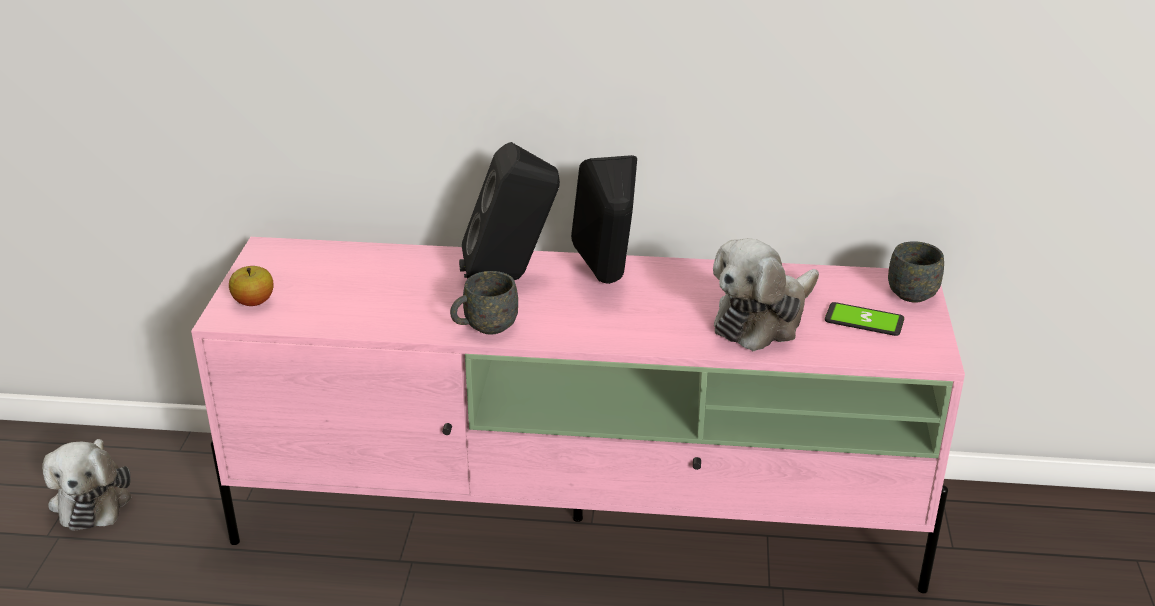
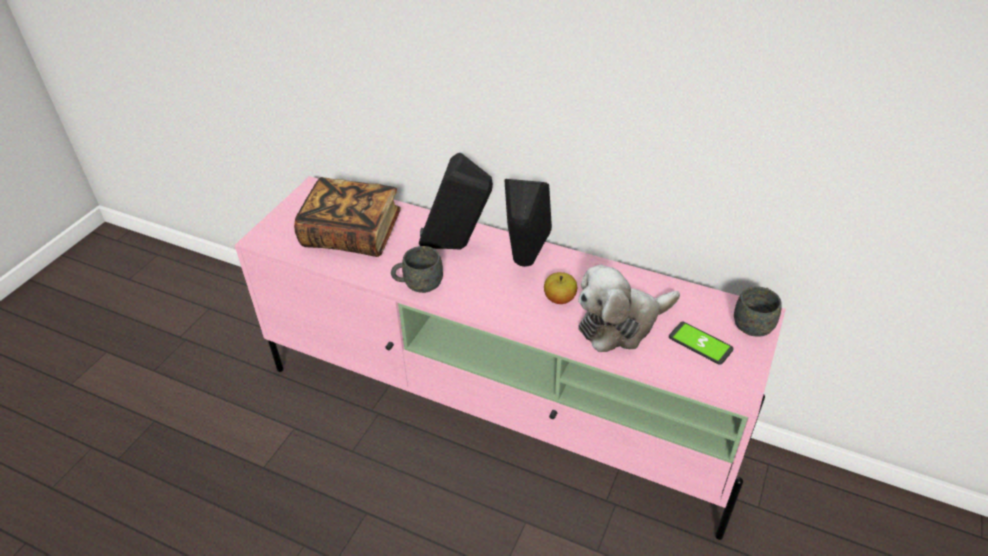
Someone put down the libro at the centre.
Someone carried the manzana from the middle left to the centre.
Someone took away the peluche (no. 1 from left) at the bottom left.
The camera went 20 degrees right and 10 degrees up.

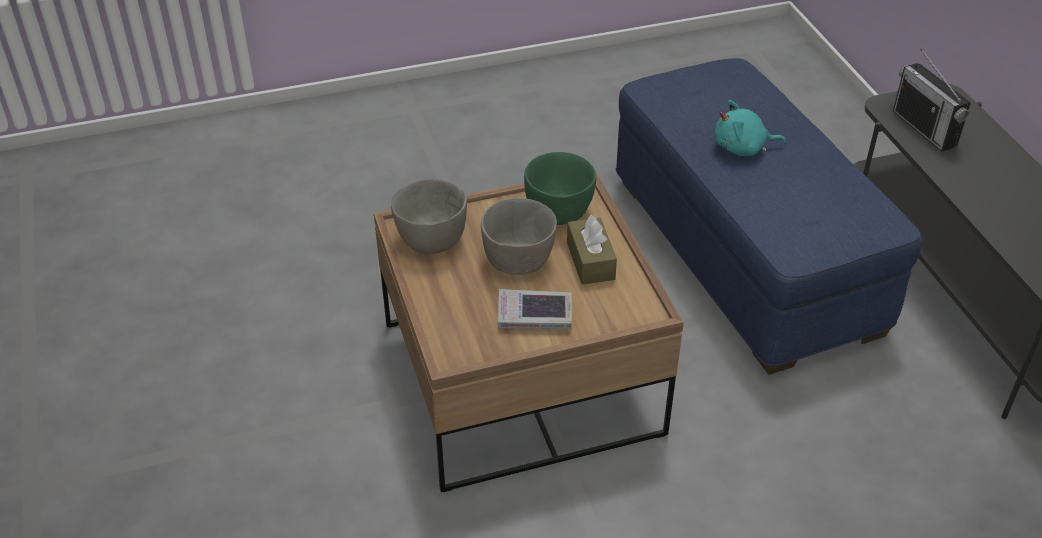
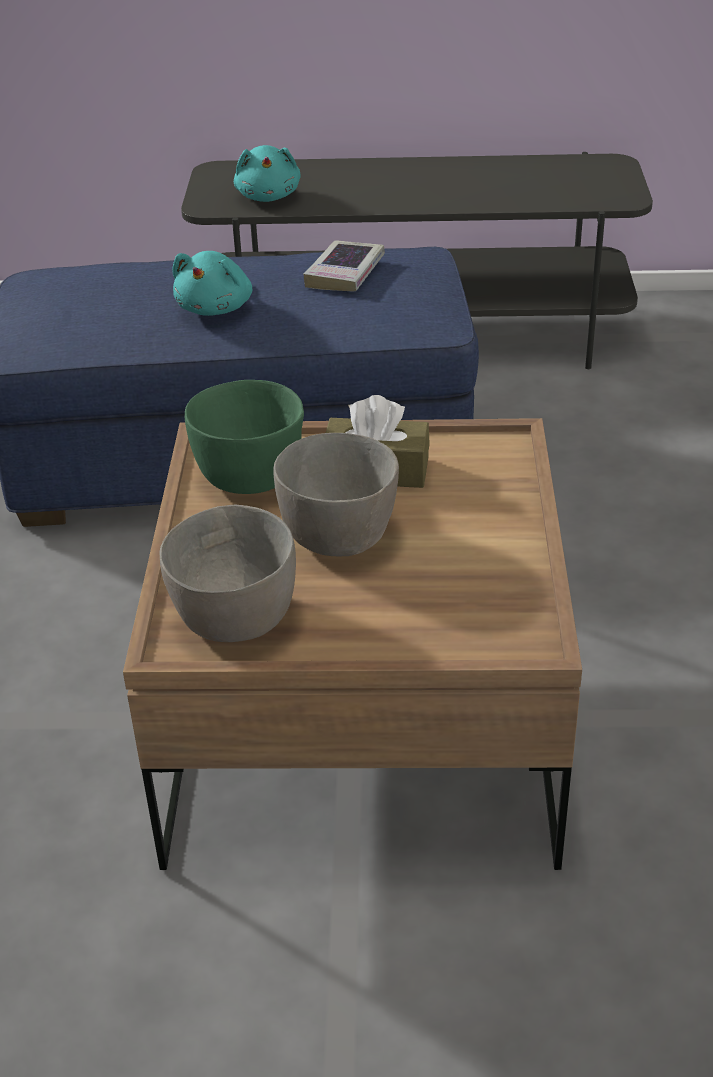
Someone swapped the radio at the top right for the peluche/turquesa (no. 2 from left) at the top centre.
Someone carried the libro from the centre to the top centre.
The camera went 70 degrees left and 5 degrees down.

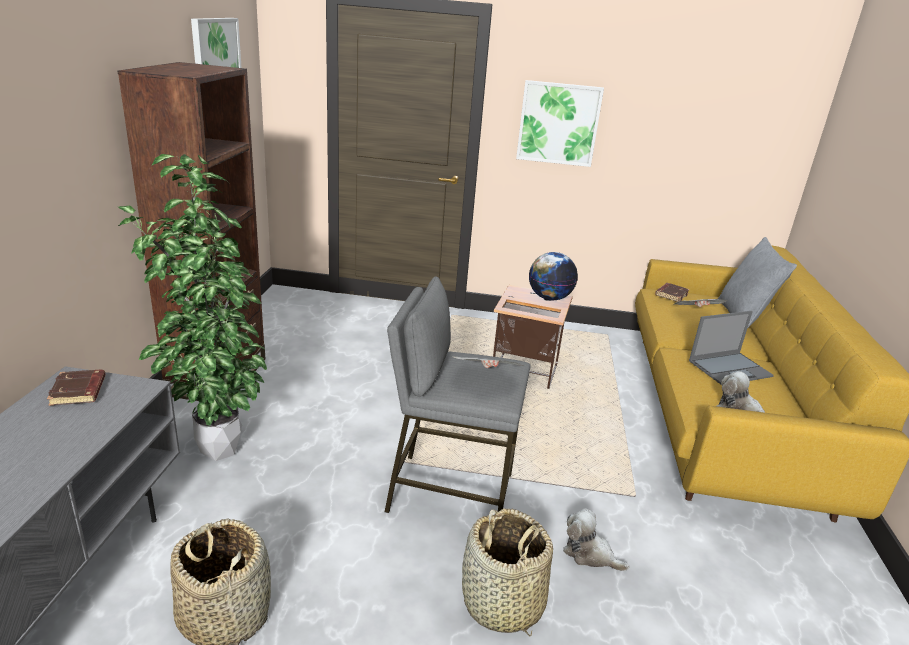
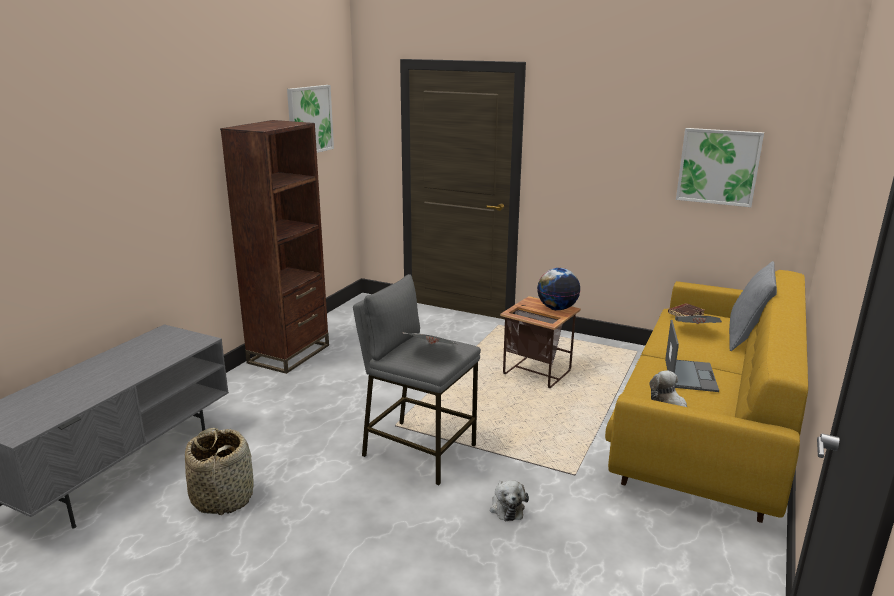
Someone rotated the peluche (no. 1 from left) at the bottom centre by 150 degrees counterclockwise.
Someone rotated the portátil at the middle right by 75 degrees counterclockwise.
Someone carried the cuadro (no. 2 from left) from the top centre to the top right.
Someone took away the libro/marrón (no. 1 from left) at the middle left.
Someone took away the planta en maceta at the middle left.
Someone took away the cesta (no. 2 from left) at the bottom centre.
The camera went 20 degrees right and 5 degrees down.

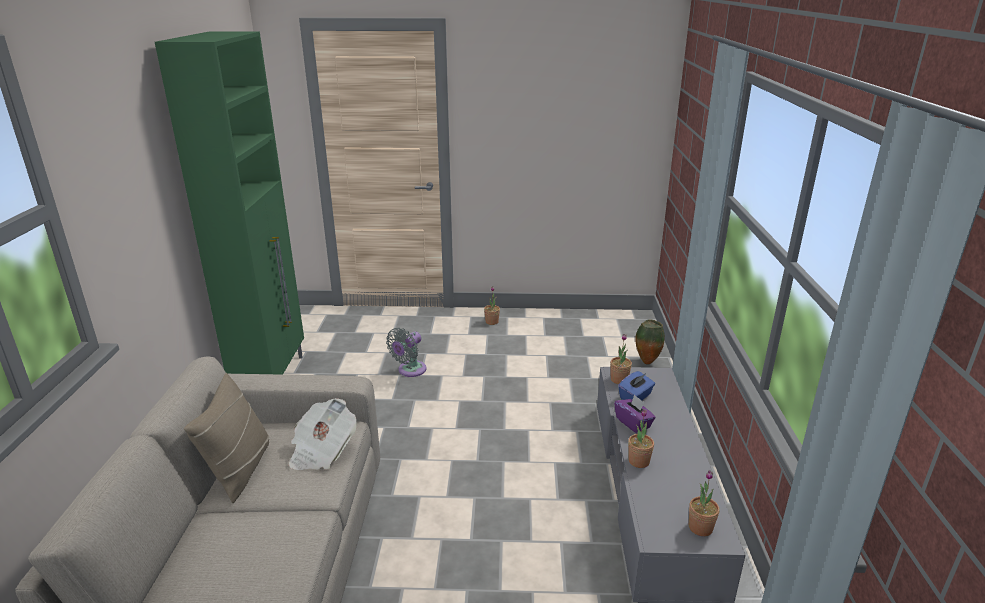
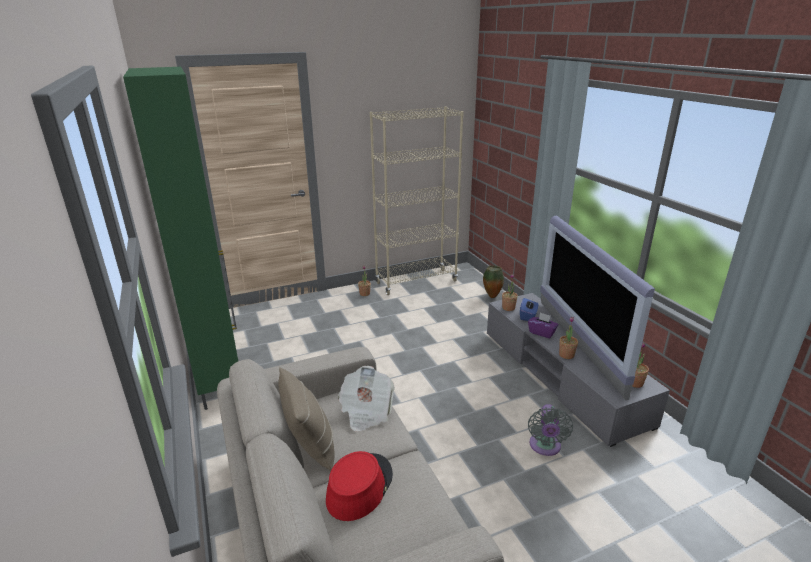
Someone put down the sombrero/rojo at the bottom centre.
Someone put down the estantería/beis at the centre.
Someone carried the ventilador/gris from the centre to the bottom right.
Someone put down the televisor at the middle right.
The camera went 25 degrees left and 0 degrees up.

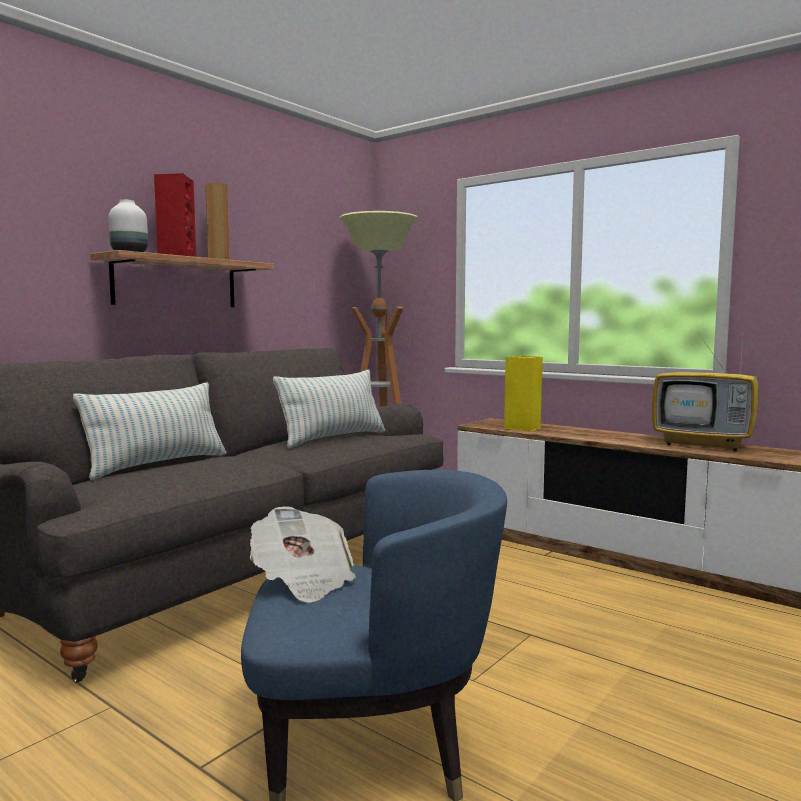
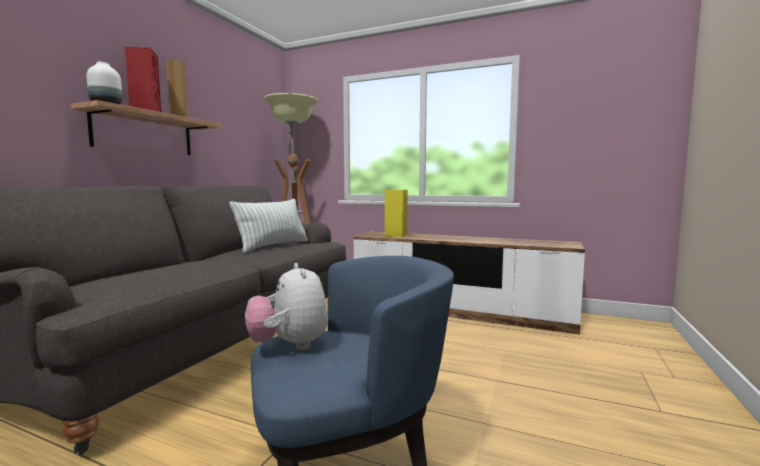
Someone swapped the periódico at the bottom centre for the peluche at the centre.
Someone took away the cojín (no. 1 from left) at the middle left.
Someone took away the televisor at the middle right.
The camera went 15 degrees left and 0 degrees up.

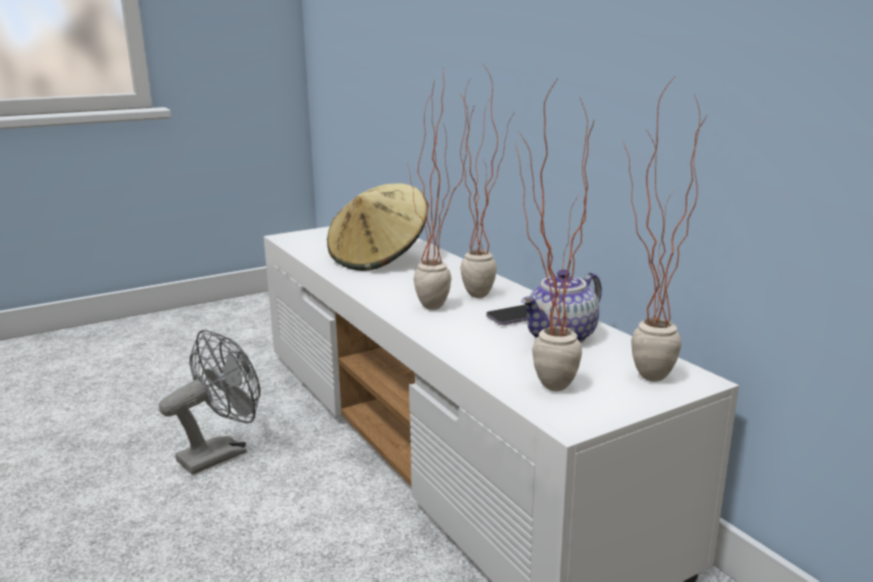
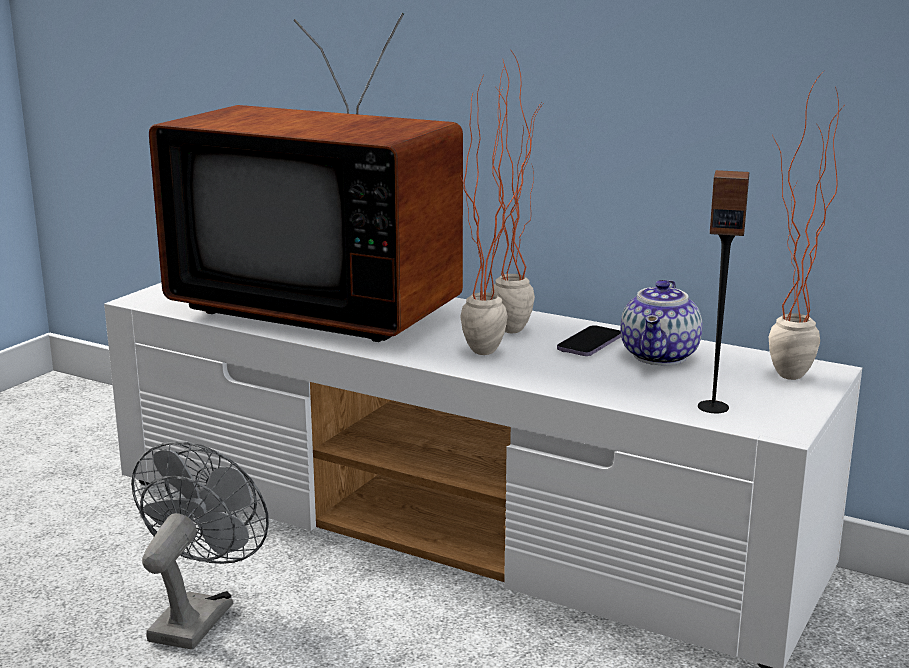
Someone swapped the sombrero/beis at the centre for the televisor at the top centre.
Someone swapped the planta en maceta (no. 3 from left) at the centre for the altavoz at the middle right.
The camera went 30 degrees left and 0 degrees up.

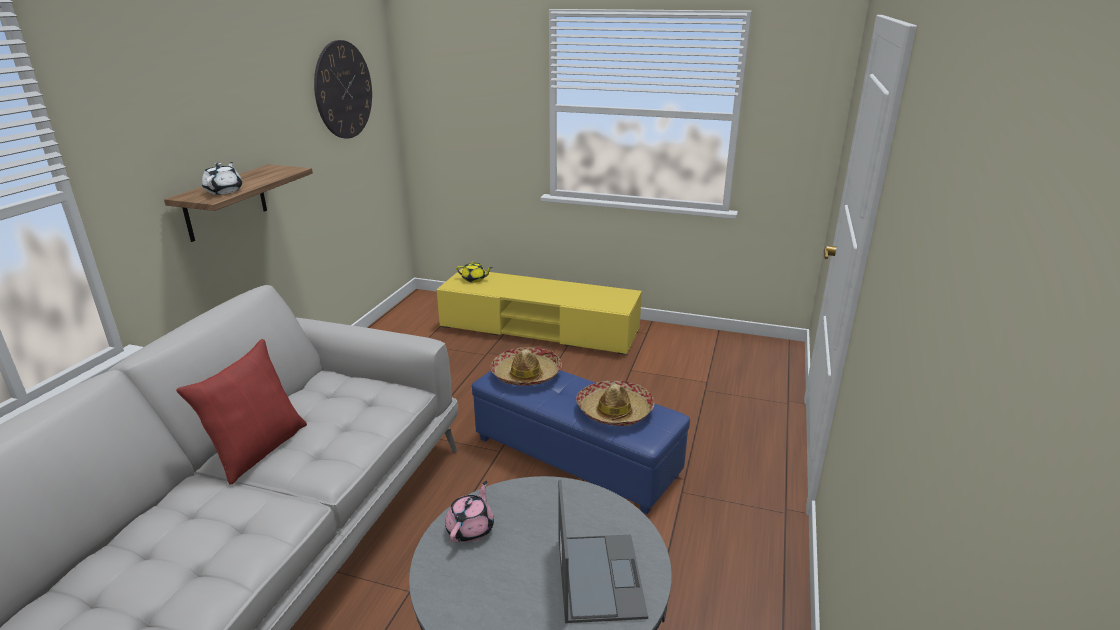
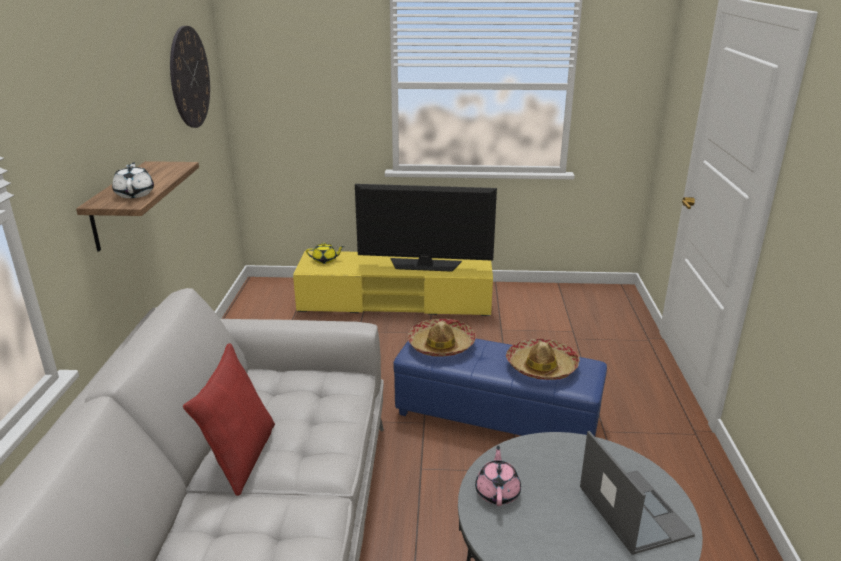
Someone put down the televisor at the centre.
The camera went 15 degrees left and 0 degrees up.

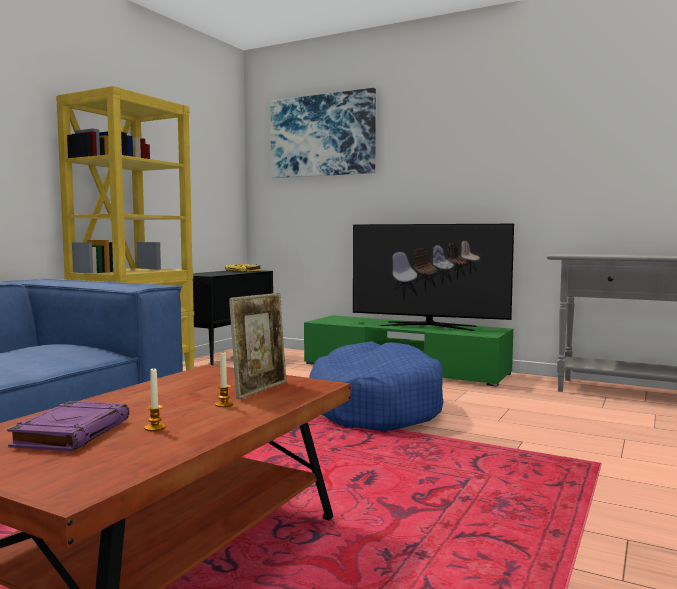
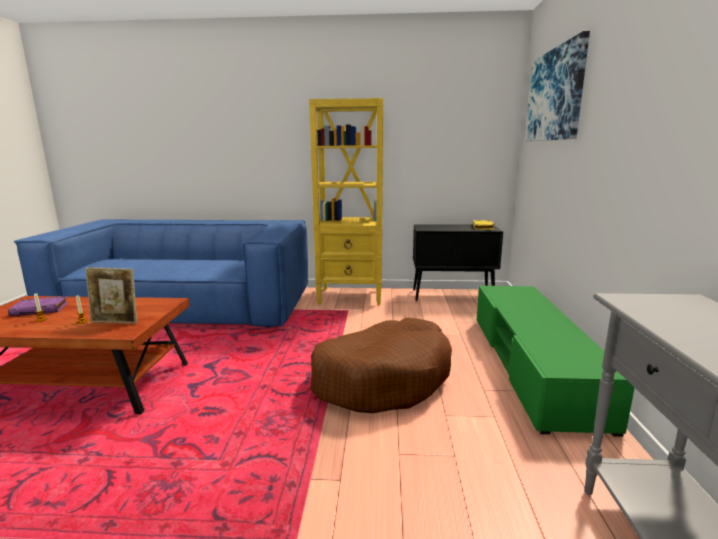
Someone repainted the cama para perro/azul at the centre, which became the cama para perro/marrón at the bottom centre.
Someone took away the televisor at the centre.
The camera went 65 degrees right and 10 degrees up.

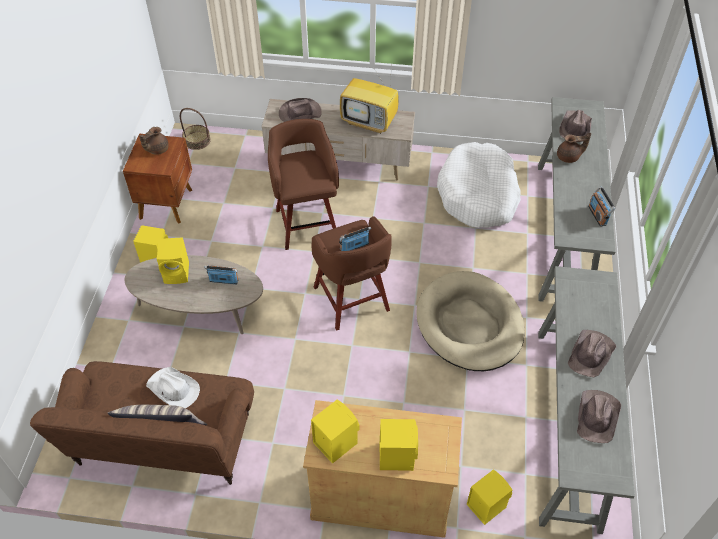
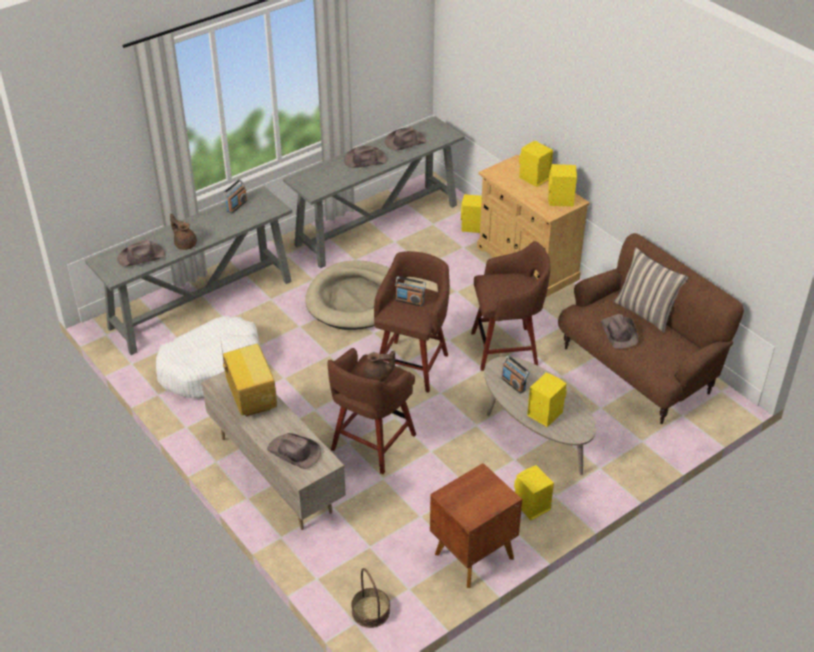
Someone carried the tetera/marrón (no. 1 from left in the first image) from the top left to the centre.
Someone put down the taburete/marrón (no. 3 from left) at the centre.
Someone repainted the sombrero/blanco at the bottom left, which became the sombrero/marrón (no. 5 from left) at the middle right.
The camera went 135 degrees left and 10 degrees down.

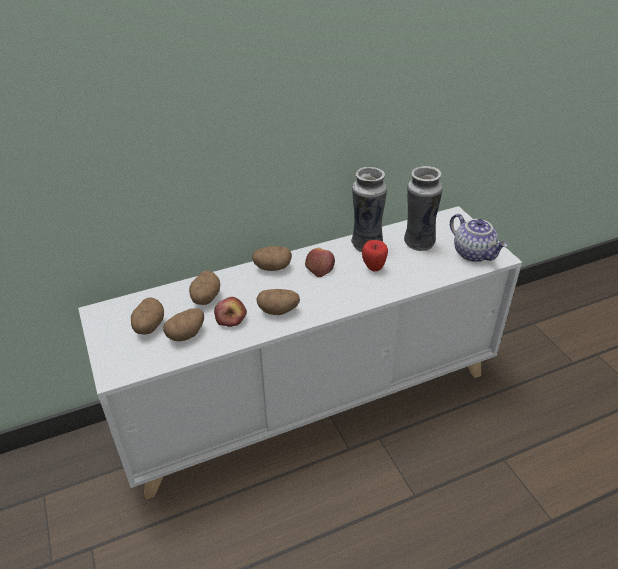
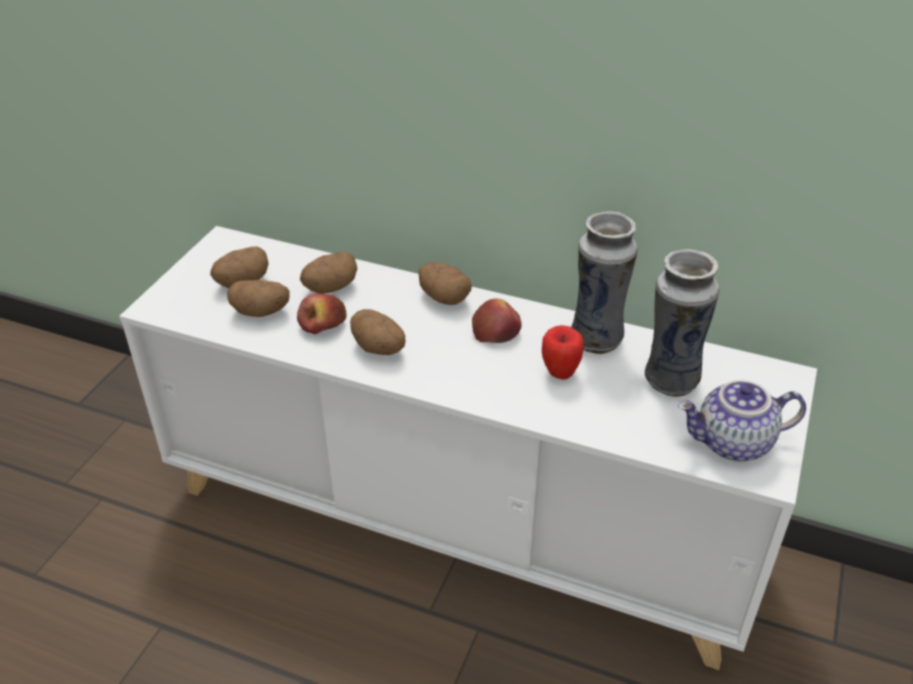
Someone rotated the tetera at the middle right by 75 degrees clockwise.
The camera went 45 degrees right and 0 degrees up.

